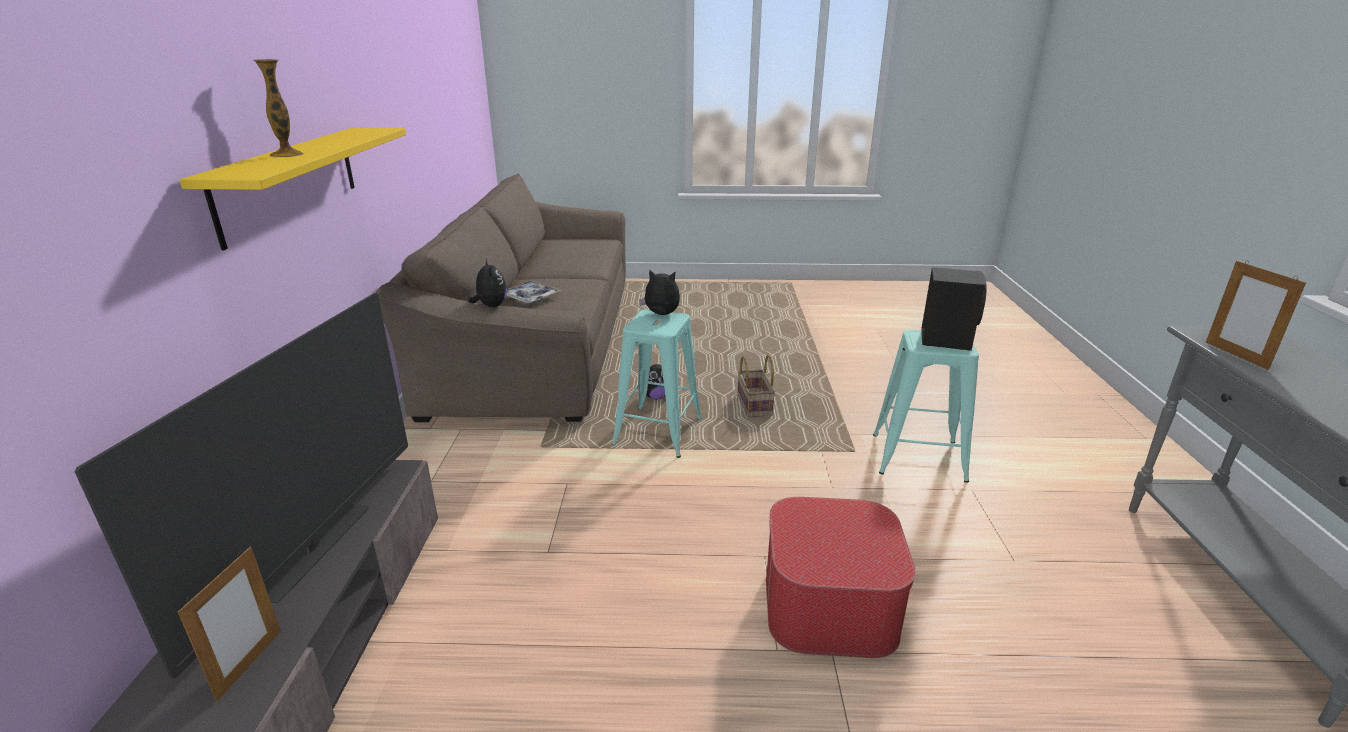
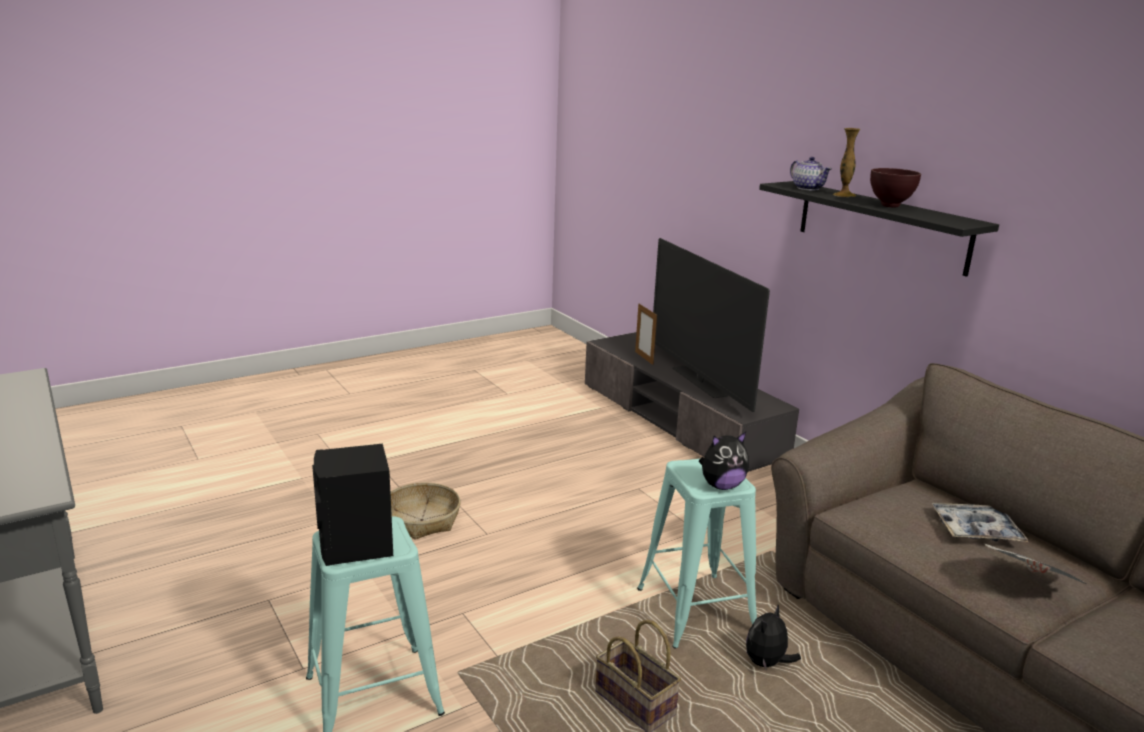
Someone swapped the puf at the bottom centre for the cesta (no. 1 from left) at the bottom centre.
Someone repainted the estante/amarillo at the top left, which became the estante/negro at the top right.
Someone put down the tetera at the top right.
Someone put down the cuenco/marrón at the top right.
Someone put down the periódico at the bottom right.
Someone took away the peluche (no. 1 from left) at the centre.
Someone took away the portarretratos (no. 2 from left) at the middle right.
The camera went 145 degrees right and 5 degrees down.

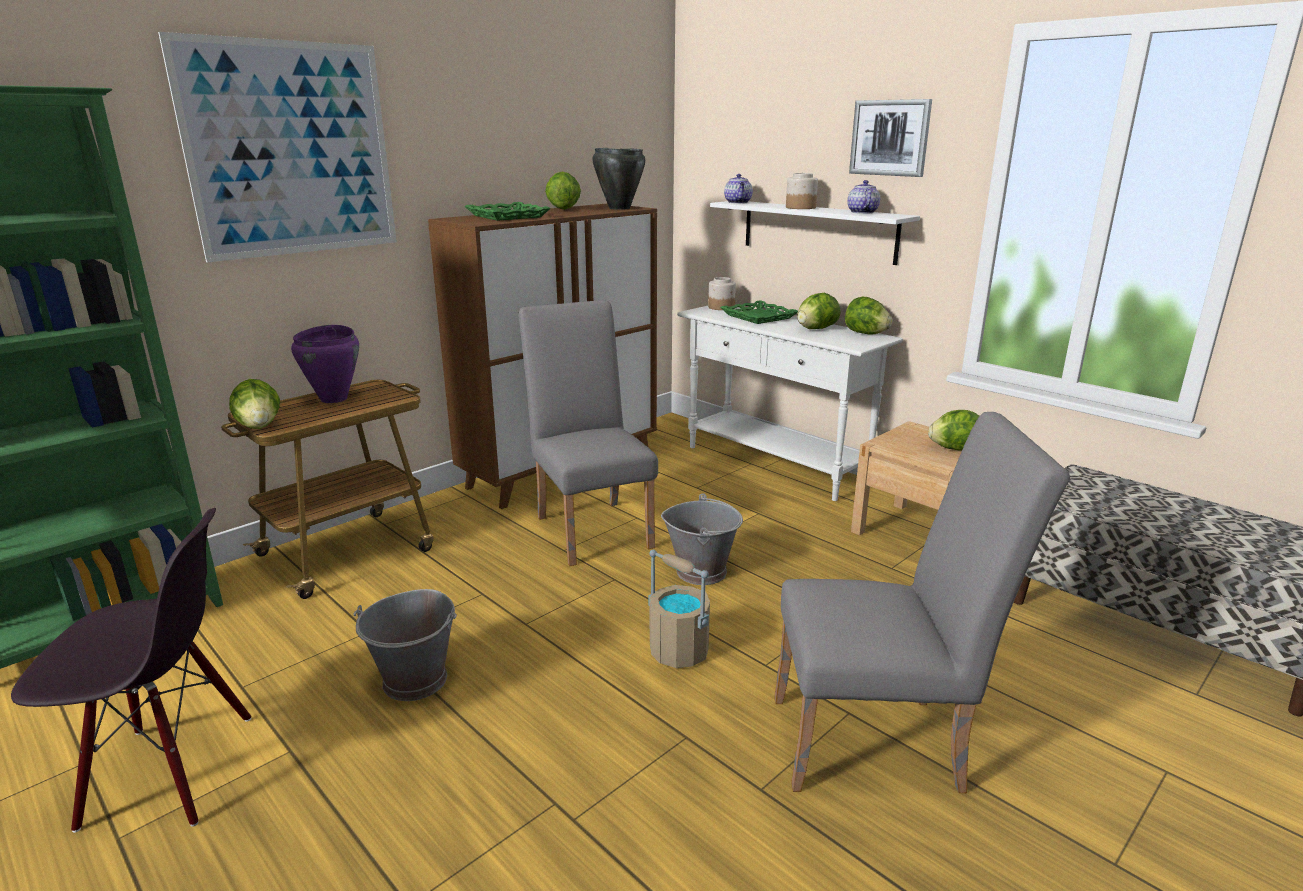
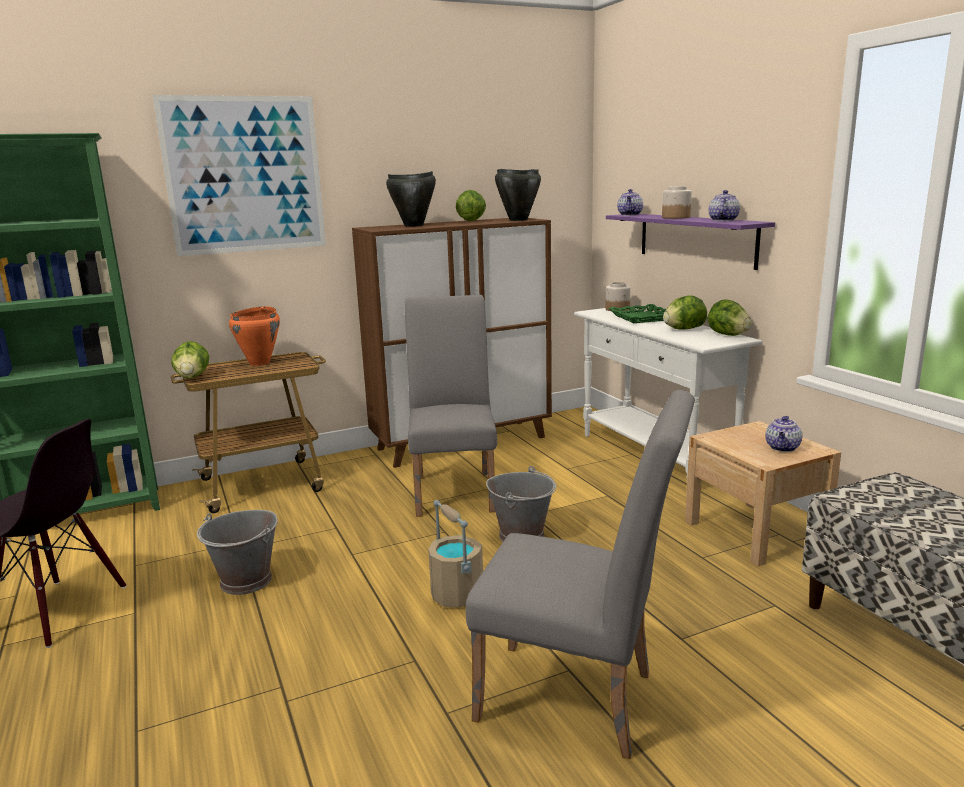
Someone repainted the olla/morado at the middle left, which became the olla/naranja at the middle left.
Someone swapped the bandeja/verde (no. 1 from left) at the top centre for the olla/negro (no. 1 from left) at the top centre.
Someone repainted the estante/blanco at the top centre, which became the estante/morado at the top right.
Someone swapped the lechuga (no. 5 from left) at the middle right for the tetera (no. 3 from left) at the middle right.
Someone took away the cuadro (no. 2 from left) at the top right.
The camera went 20 degrees right and 5 degrees down.

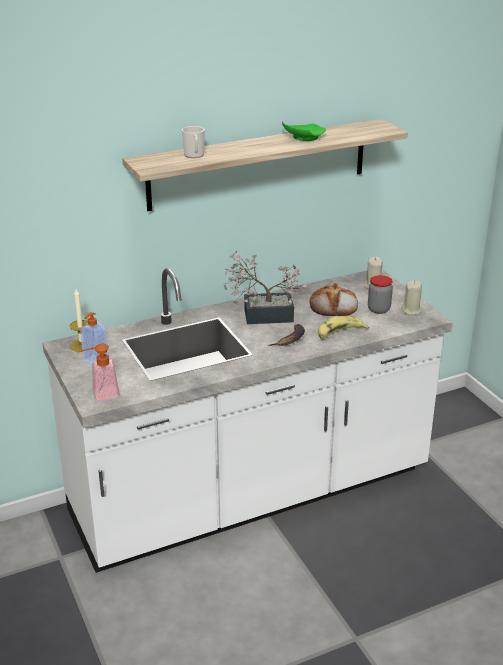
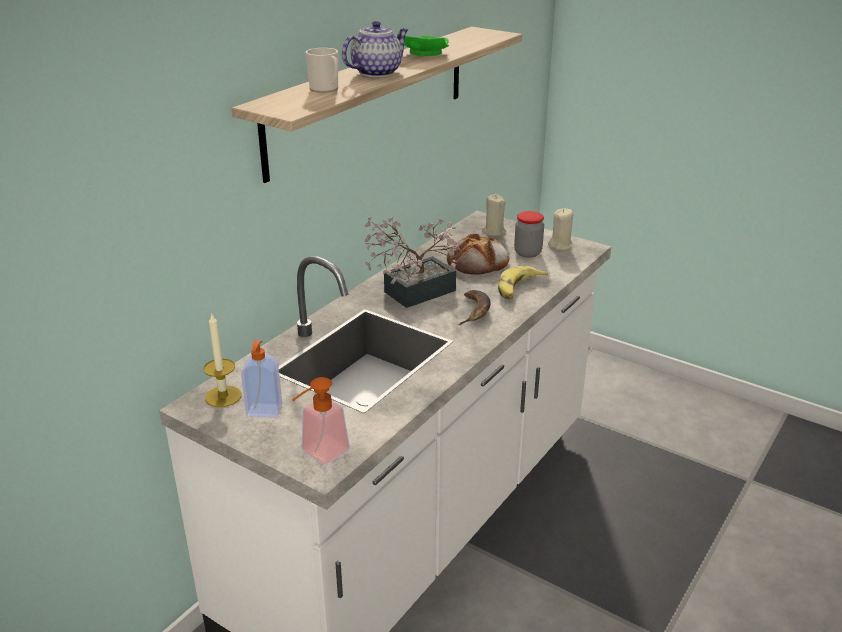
Someone put down the tetera at the top centre.
The camera went 30 degrees left and 0 degrees up.

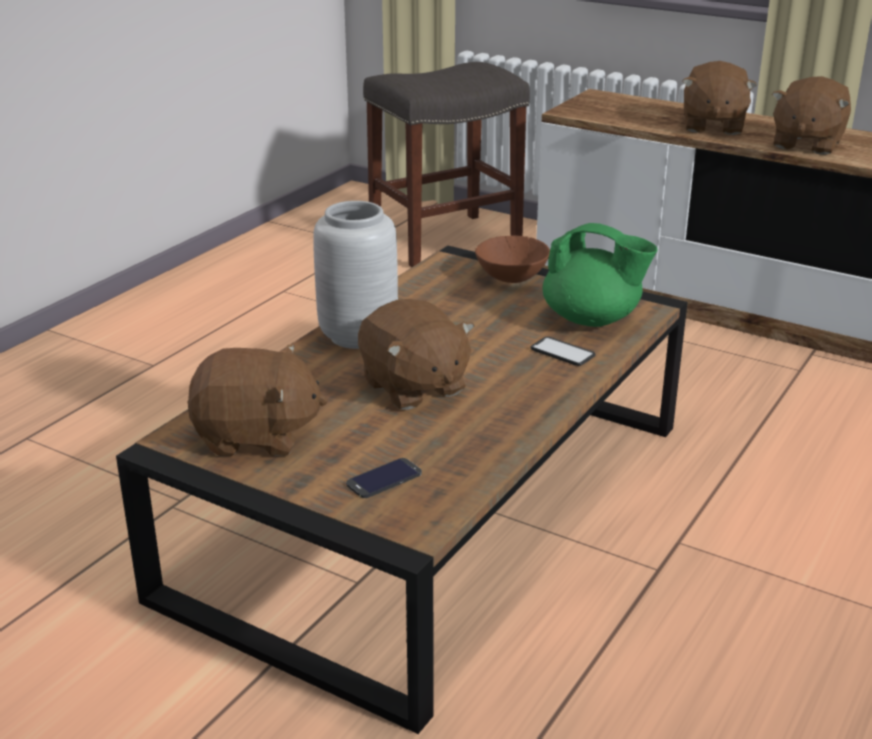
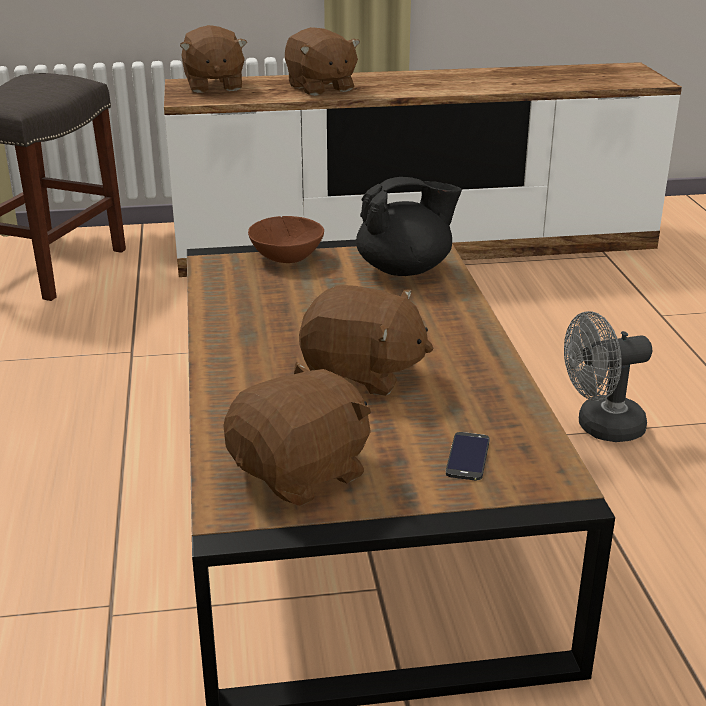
Someone carried the peluche/marrón (no. 4 from left in the first image) from the top right to the top left.
Someone repainted the tetera/verde at the middle right, which became the tetera/negro at the top centre.
Someone put down the ventilador/gris at the middle right.
Someone took away the florero/gris at the centre.
Someone took away the móvil (no. 2 from left) at the centre.
The camera went 40 degrees left and 0 degrees up.

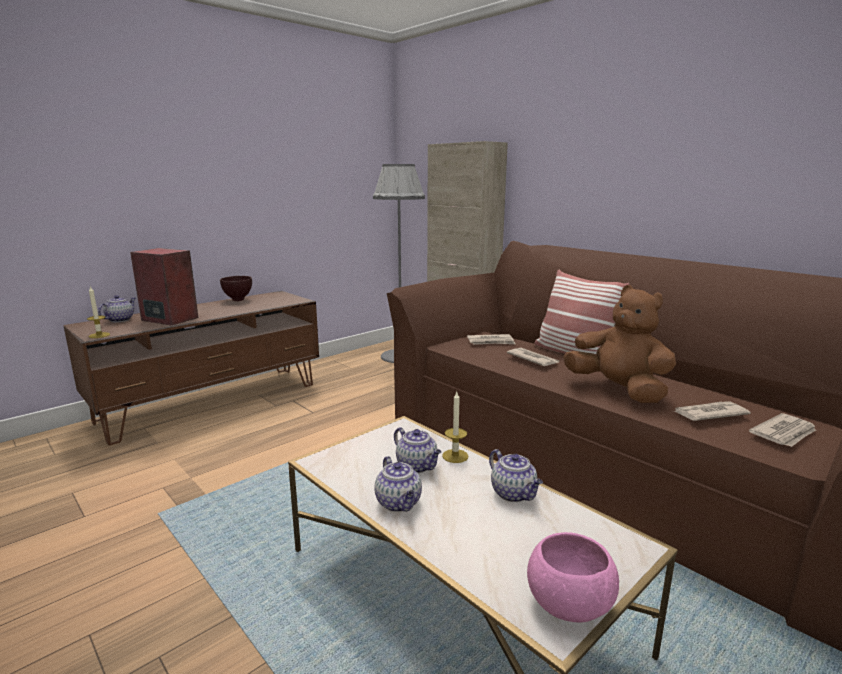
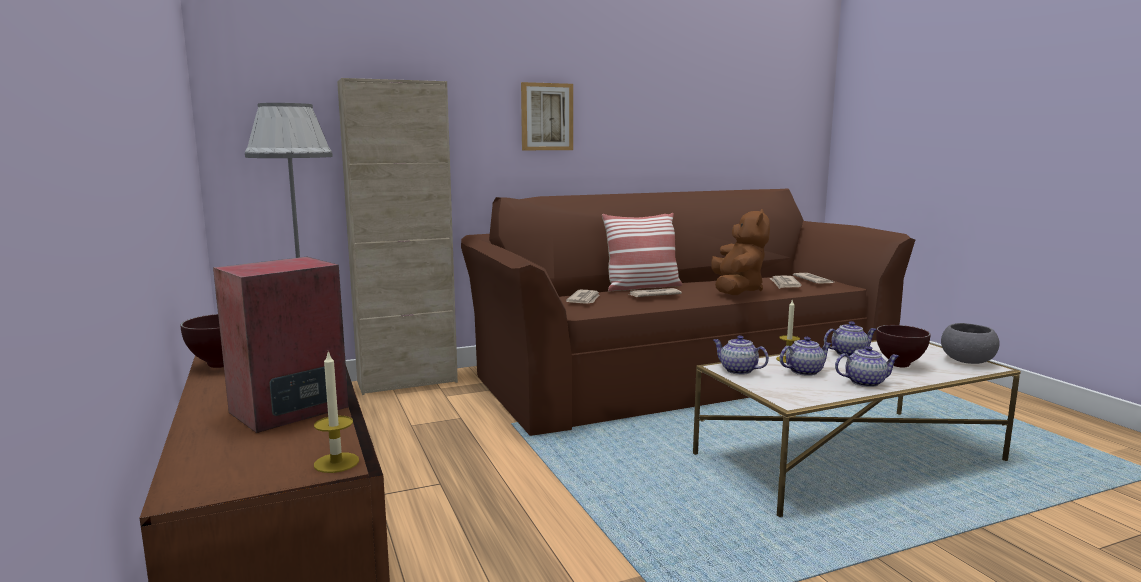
Someone put up the cuadro at the top centre.
Someone rotated the peluche/marrón at the middle right by 120 degrees clockwise.
Someone carried the tetera (no. 1 from left) from the middle left to the centre.
Someone put down the cuenco/marrón (no. 2 from left) at the middle right.
Someone repainted the cuenco/rosa at the bottom right, which became the cuenco/gris at the middle right.
The camera went 70 degrees left and 5 degrees down.

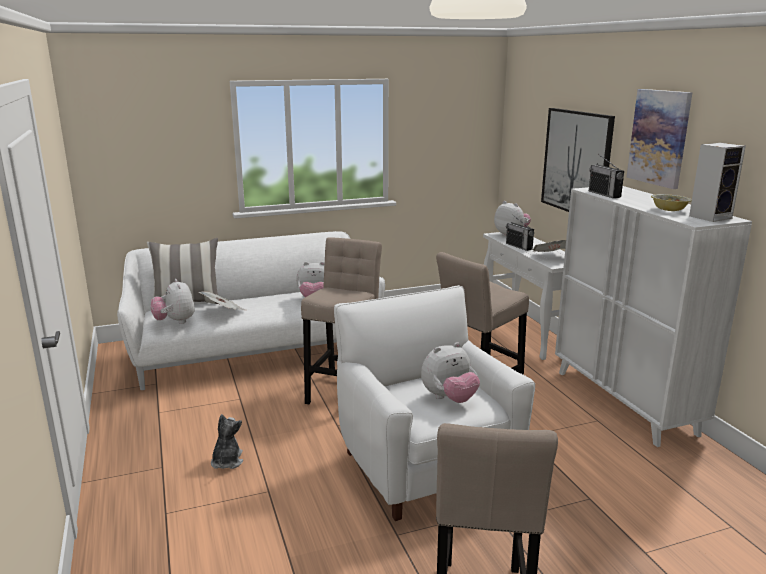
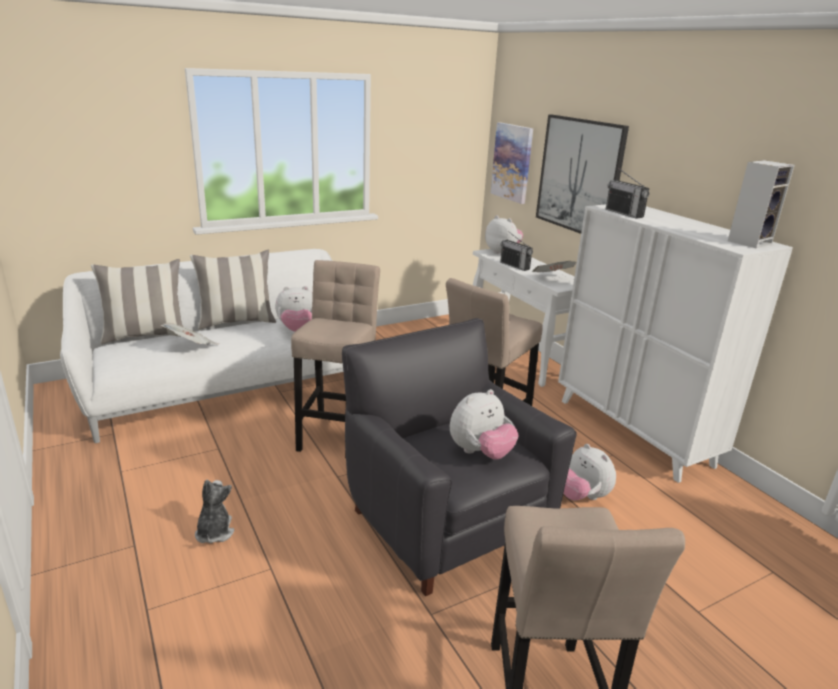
Someone put down the cojín (no. 2 from left) at the middle left.
Someone repainted the sillón/blanco at the bottom centre, which became the sillón/negro at the centre.
Someone carried the cuadro (no. 2 from left in the first image) from the top right to the top centre.
Someone carried the peluche (no. 1 from left in the first image) from the middle left to the bottom right.
Someone took away the cuenco at the middle right.
The camera went 10 degrees left and 5 degrees up.

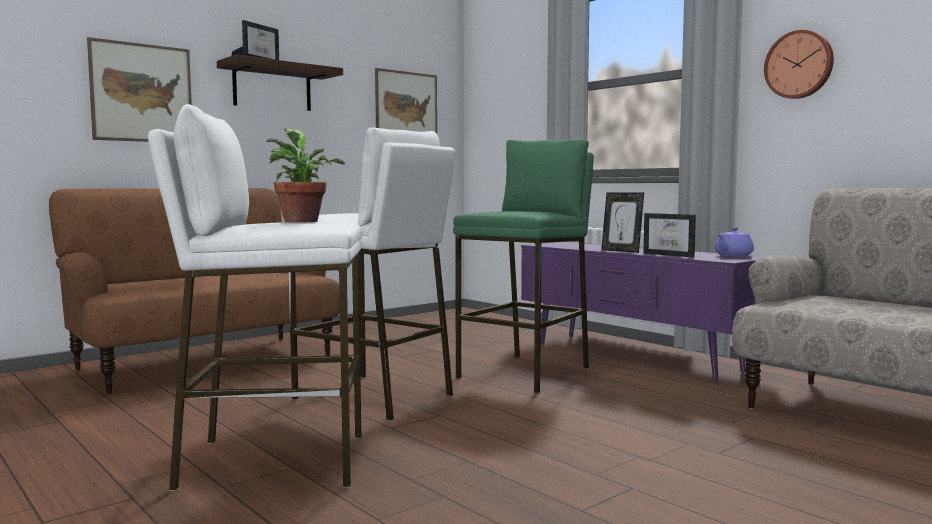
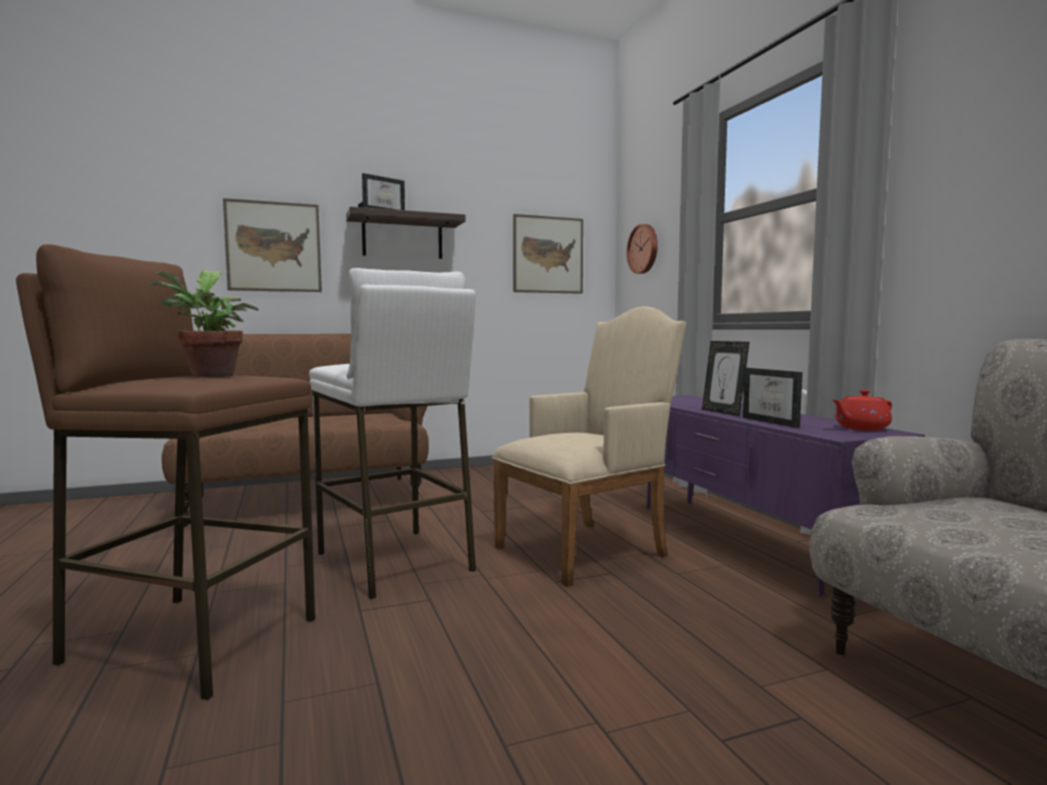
Someone repainted the taburete/blanco (no. 1 from left) at the middle left, which became the taburete/marrón at the middle left.
Someone swapped the taburete/verde at the centre for the sillón/beis at the centre.
Someone carried the reloj de pared from the top right to the top centre.
Someone repainted the tetera/morado at the middle right, which became the tetera/rojo at the middle right.
The camera went 20 degrees right and 0 degrees up.

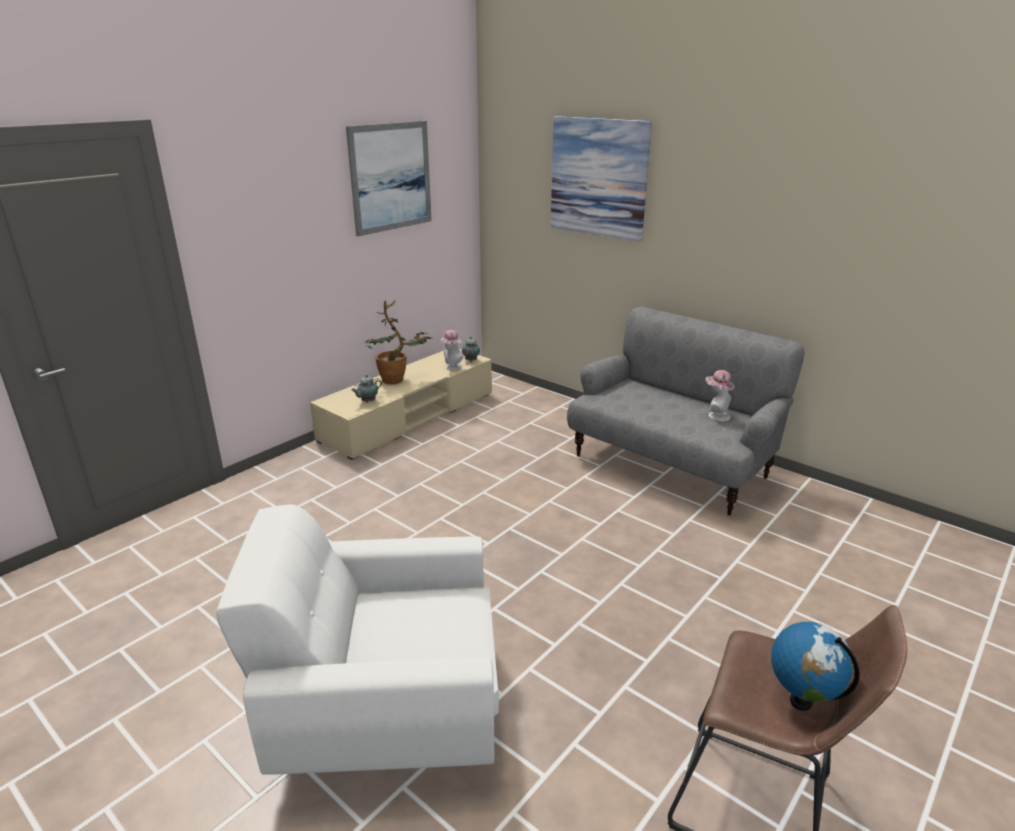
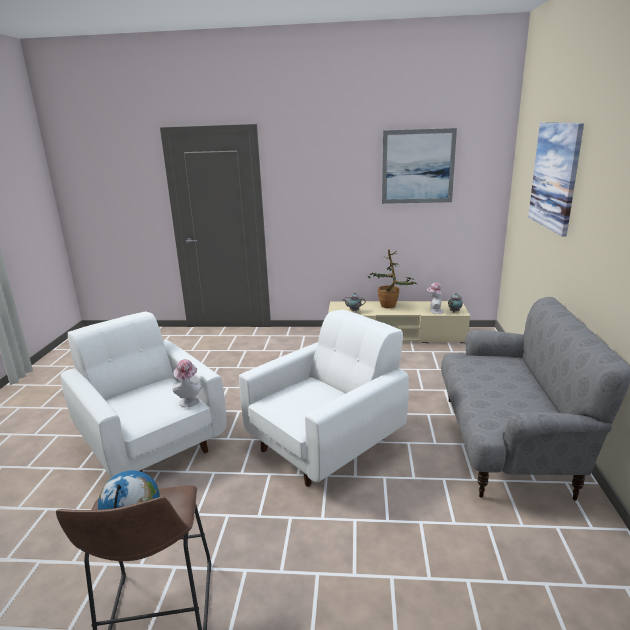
Someone carried the sombrero (no. 2 from left in the first image) from the middle right to the middle left.
Someone put down the sillón/blanco (no. 2 from left) at the centre.
The camera went 55 degrees right and 5 degrees down.

